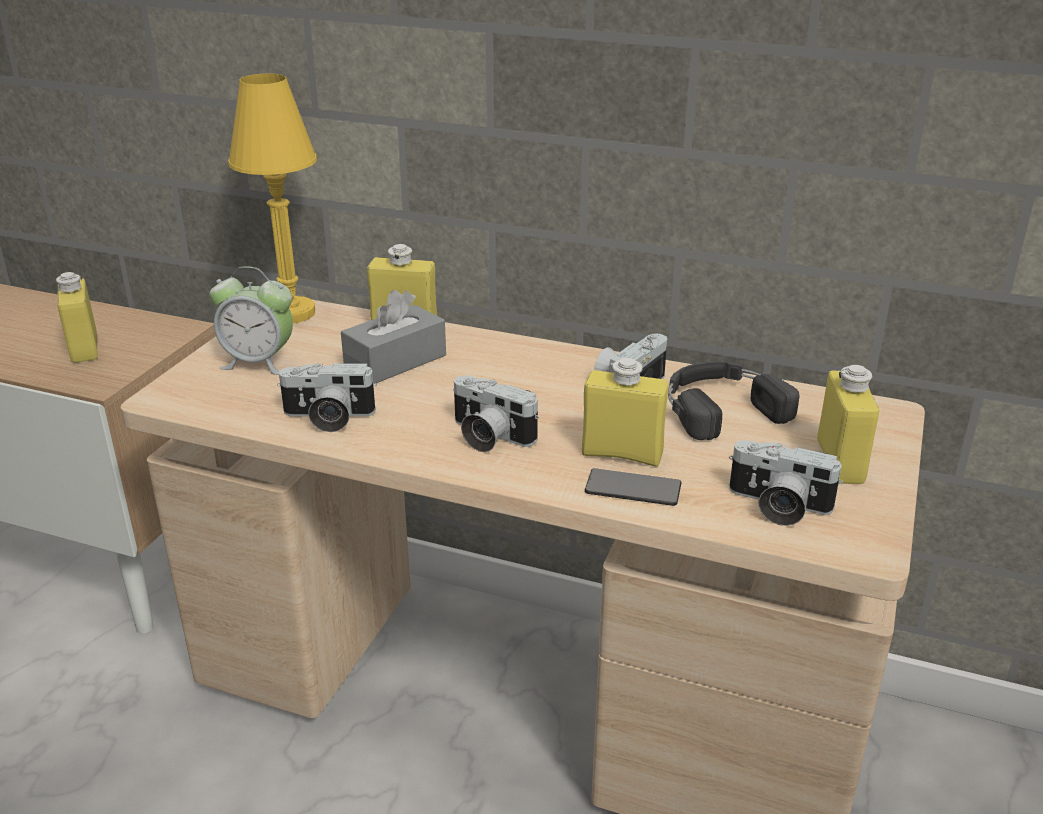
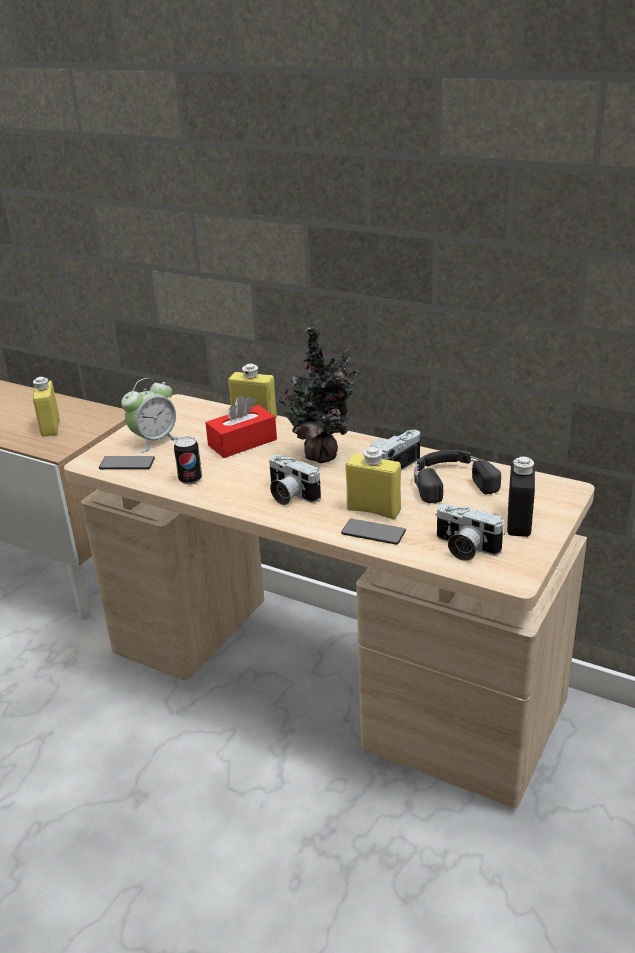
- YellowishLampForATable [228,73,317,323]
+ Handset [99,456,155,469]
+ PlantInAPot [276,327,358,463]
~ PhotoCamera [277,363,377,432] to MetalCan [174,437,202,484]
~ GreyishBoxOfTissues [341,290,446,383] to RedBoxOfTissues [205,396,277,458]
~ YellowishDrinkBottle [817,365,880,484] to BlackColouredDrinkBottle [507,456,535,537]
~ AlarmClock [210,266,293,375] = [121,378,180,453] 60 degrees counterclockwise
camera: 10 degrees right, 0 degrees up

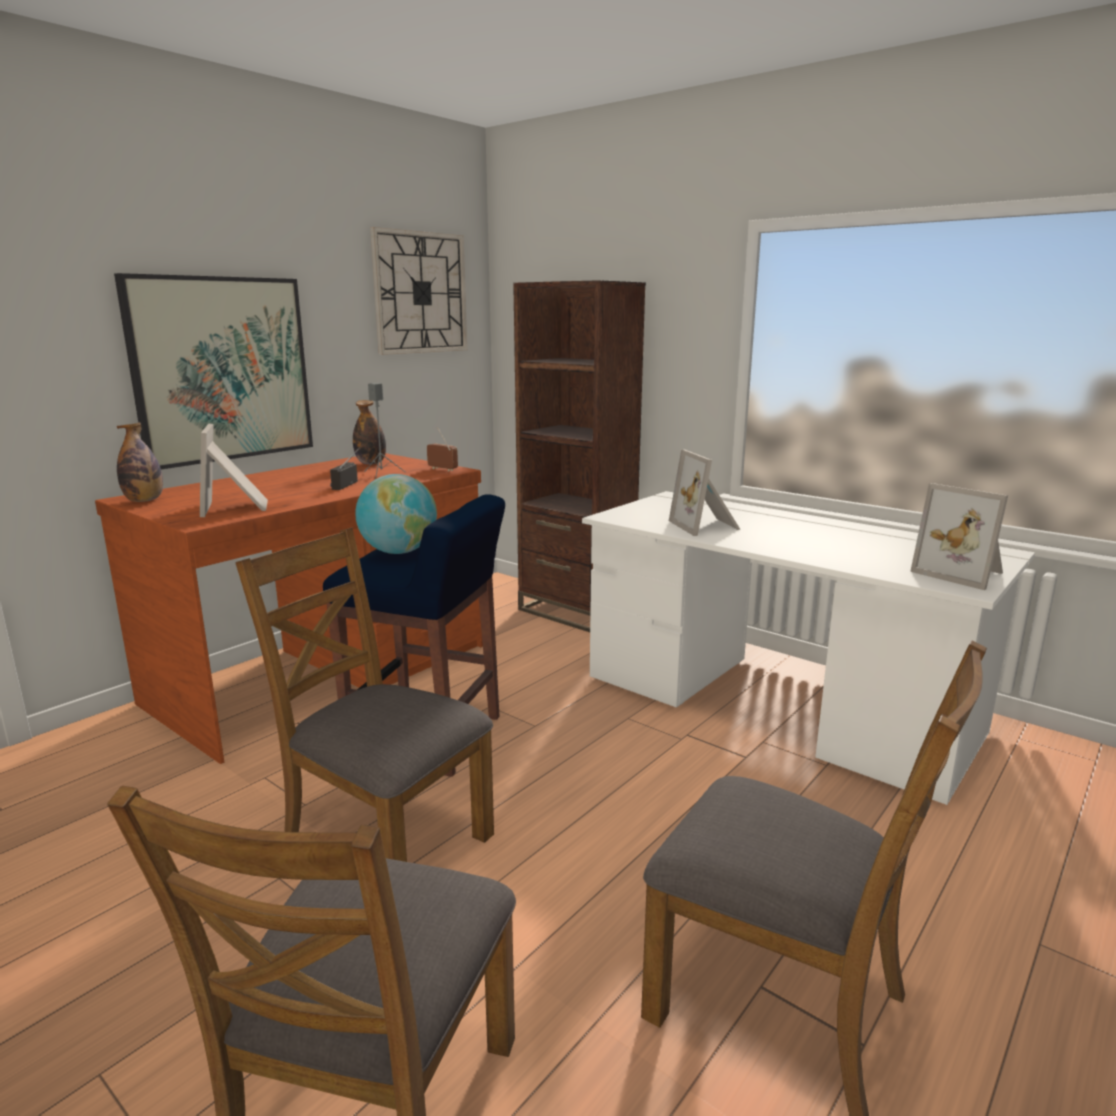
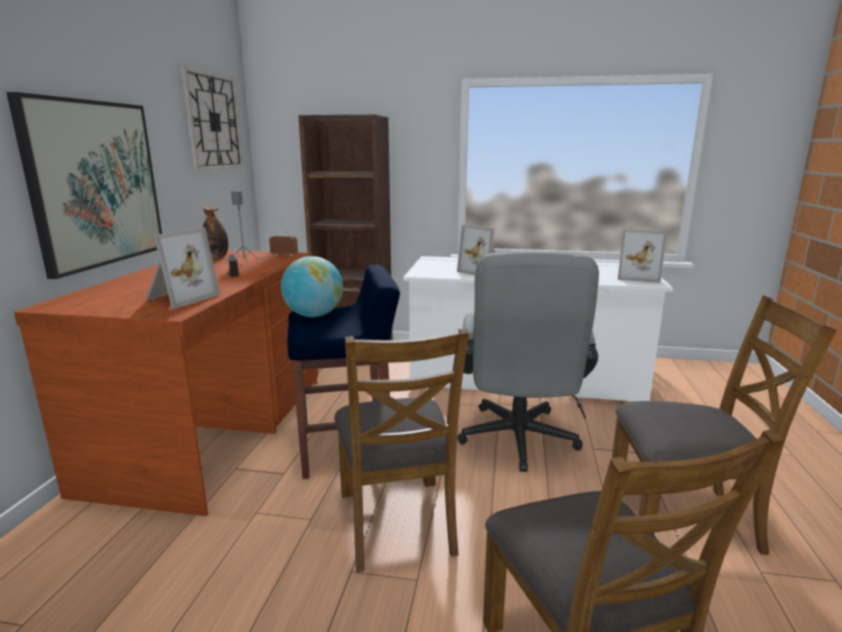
- DrinkBottle [117,422,163,502]
+ GreyishComputerChair [457,251,599,472]
~ StandingFrame [200,424,268,517] = [146,227,220,309] 105 degrees counterclockwise
~ BrownishUprightChair [235,527,494,862] = [334,328,469,572] 105 degrees counterclockwise
camera: 30 degrees left, 0 degrees up

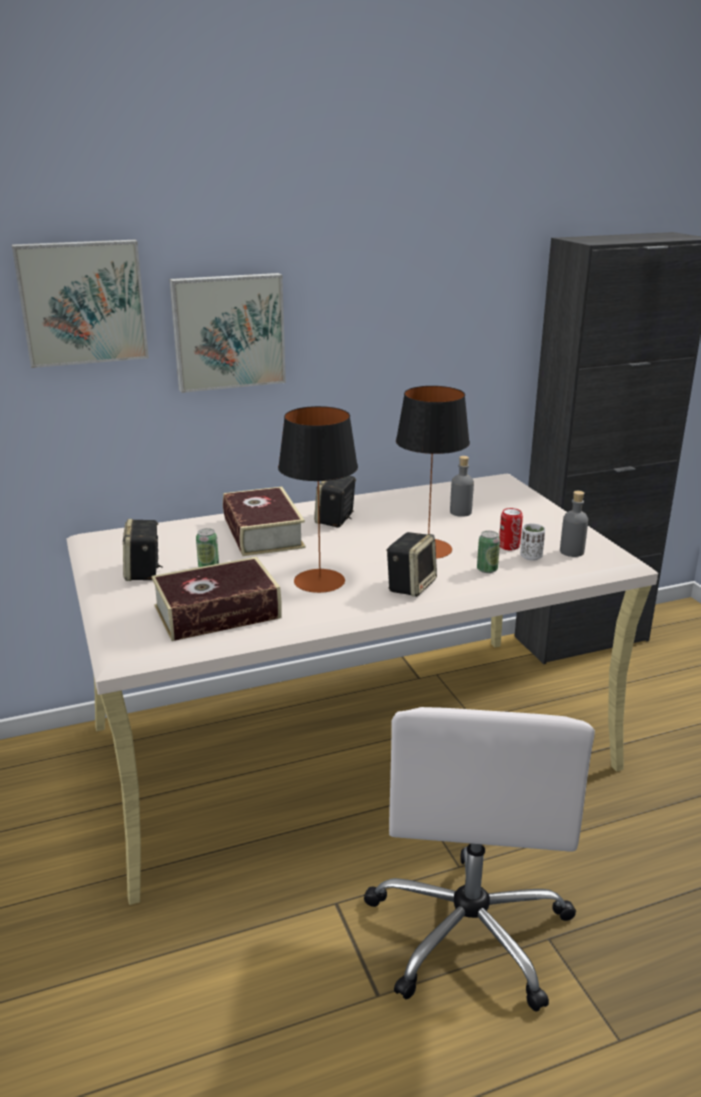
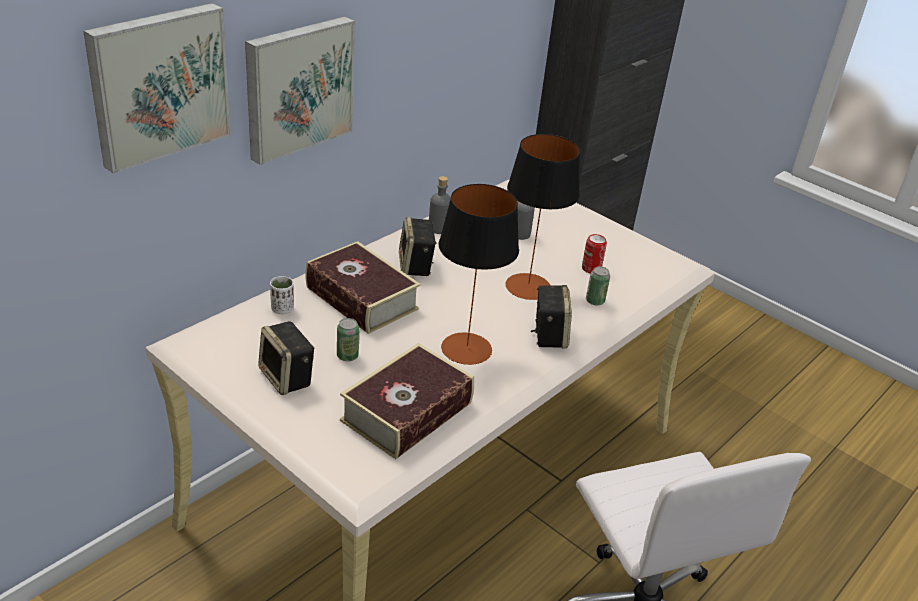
~ WhitishSmallCup [520,523,545,561] to [270,276,294,314]
~ GreyishDrinkBottle [560,491,588,557] to [429,176,451,234]
camera: 30 degrees left, 10 degrees up

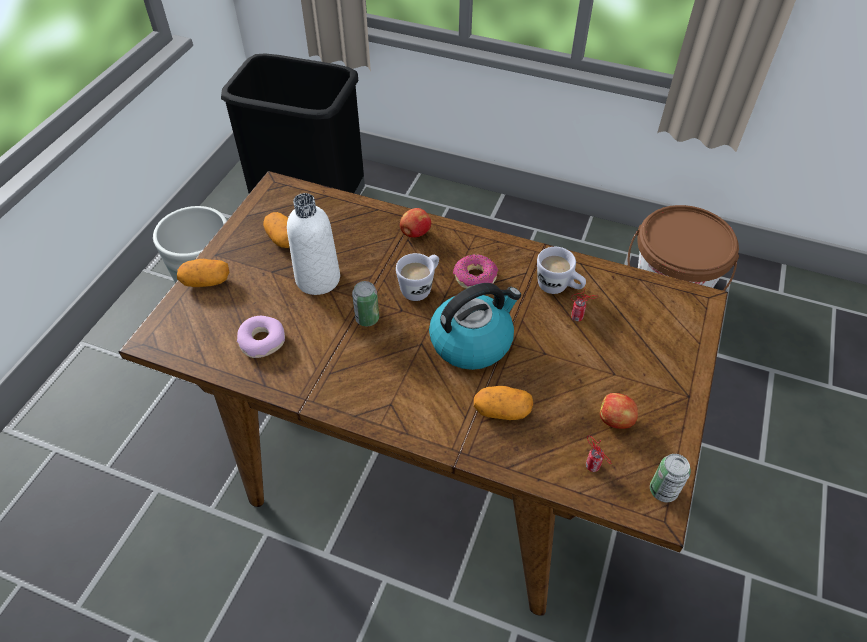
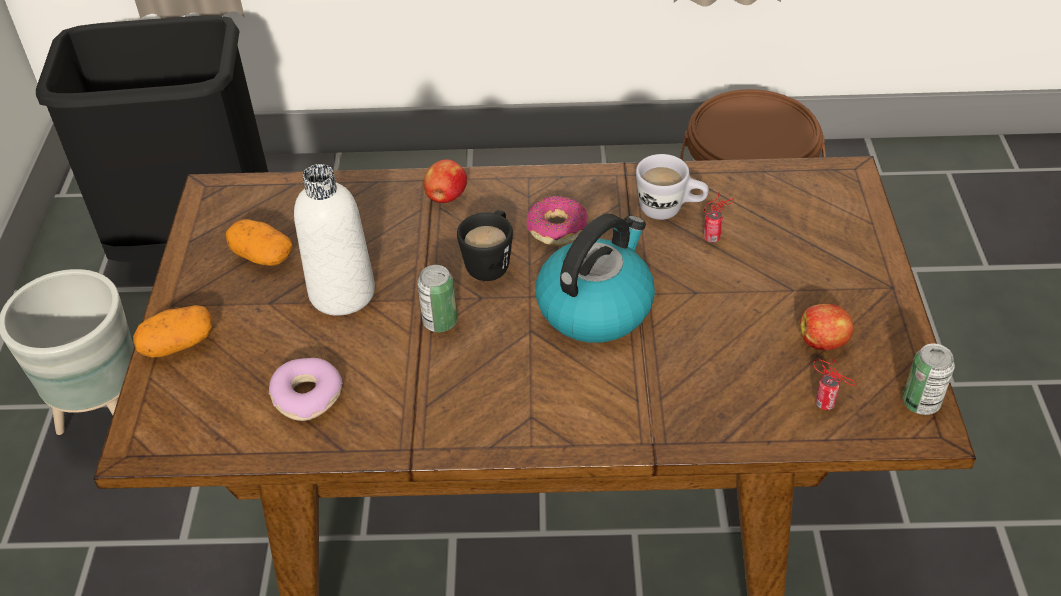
- WholePotato [474,386,533,420]
~ WhitishTeaMug [396,253,439,301] to BlackColouredTeaMug [457,210,513,281]
camera: 20 degrees left, 5 degrees down

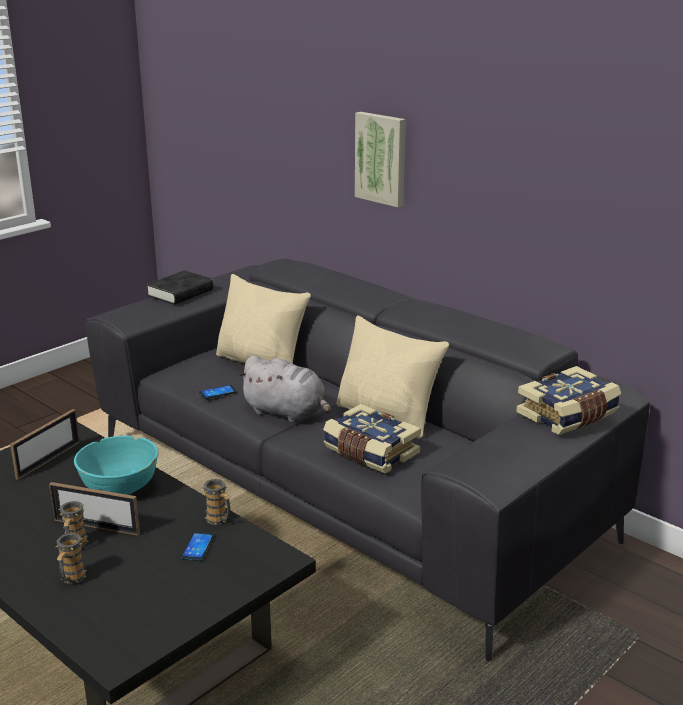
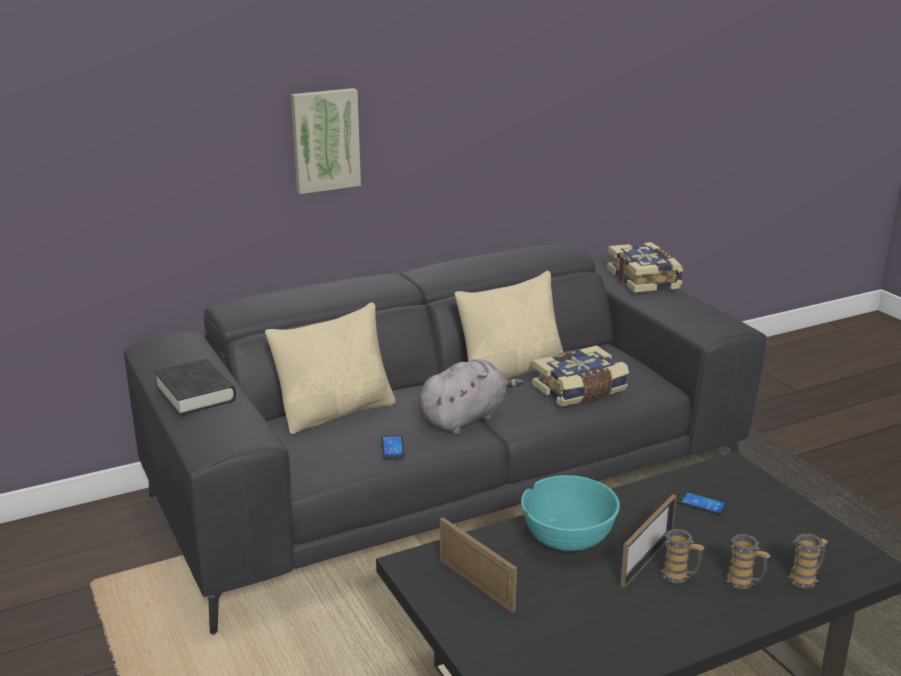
~ TeaMug [202,479,231,525] to [788,533,828,588]
camera: 70 degrees left, 0 degrees up

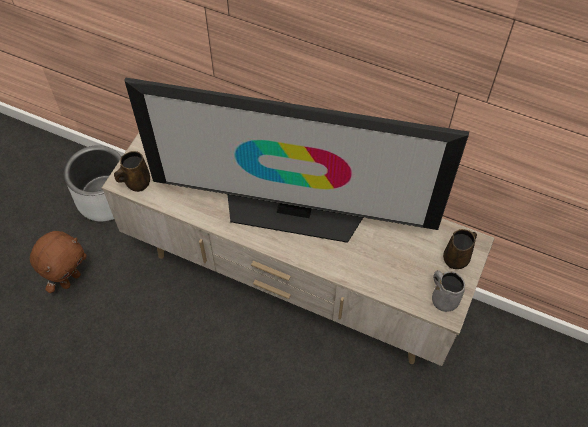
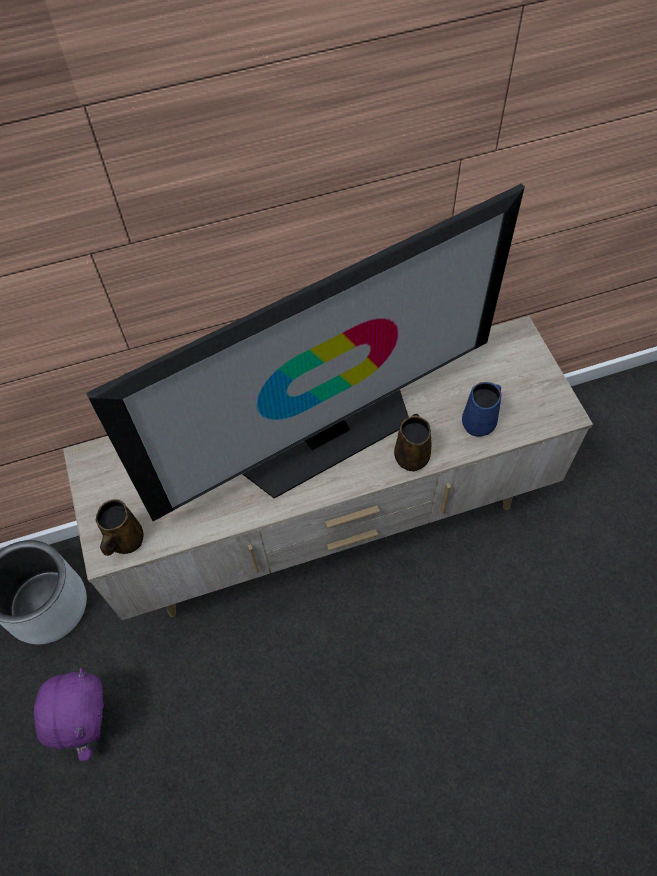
- GreyishTeaMug [432,270,465,312]
+ BlueTeaMug [462,382,502,437]
~ BrownishTeaMug [443,229,477,269] to [394,414,431,471]
~ BrownishPlushToy [30,231,87,293] to PurpleColouredPlushToy [34,668,104,761]
camera: 40 degrees left, 0 degrees up

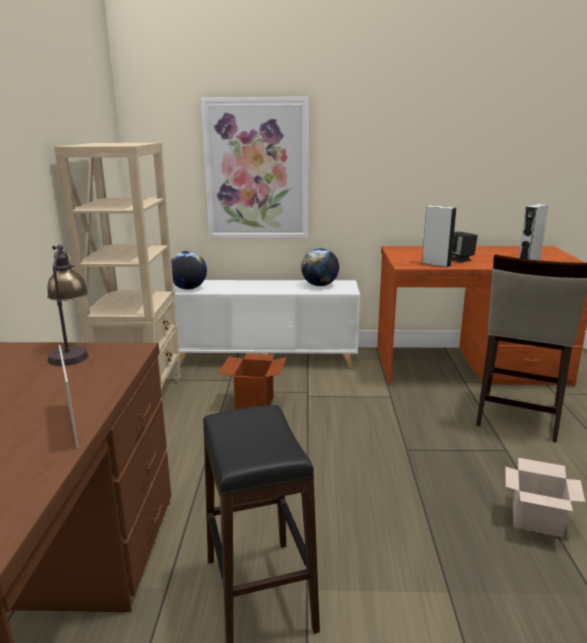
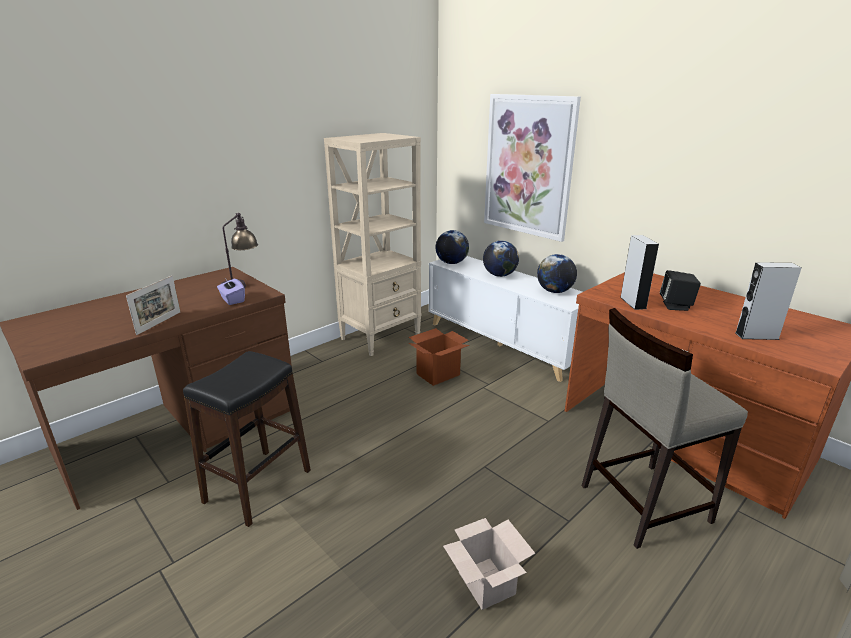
+ PurpleColouredBoxOfTissues [217,278,245,305]
+ WorldGlobe [483,241,519,277]
camera: 45 degrees right, 5 degrees up

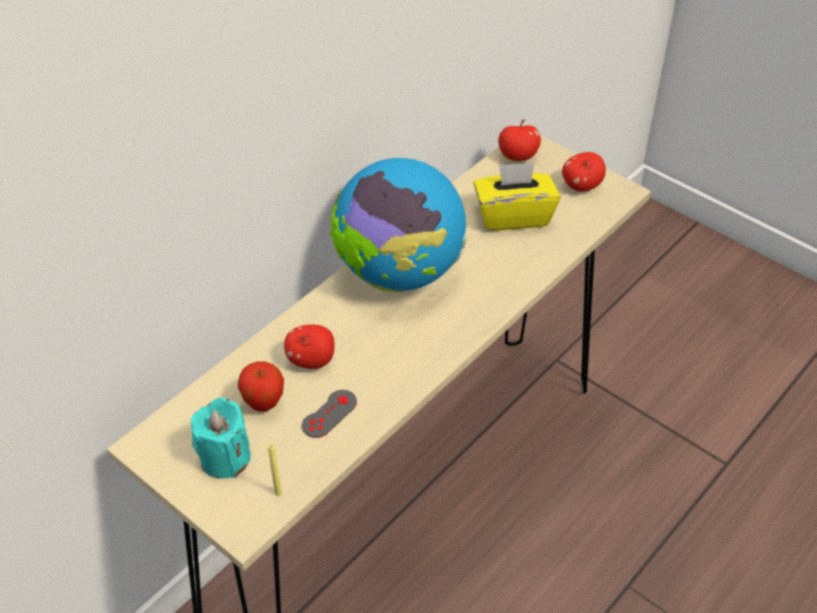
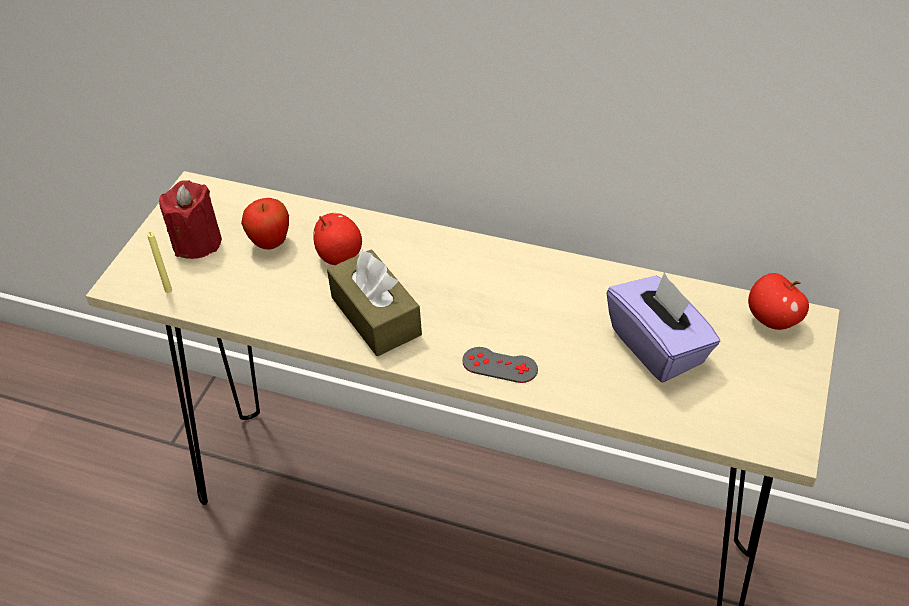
- WorldGlobe [330,158,467,292]
- Apple [562,152,606,191]
+ BrownishBoxOfTissues [327,249,422,356]
~ GreyishGameController [302,390,357,438] to [462,347,538,383]
~ BlueGreenWaxCandle [191,398,251,479] to RedWaxCandle [159,180,222,259]
~ YellowishBoxOfTissues [473,163,560,231] to PurpleColouredBoxOfTissues [607,272,720,382]
camera: 70 degrees right, 0 degrees up

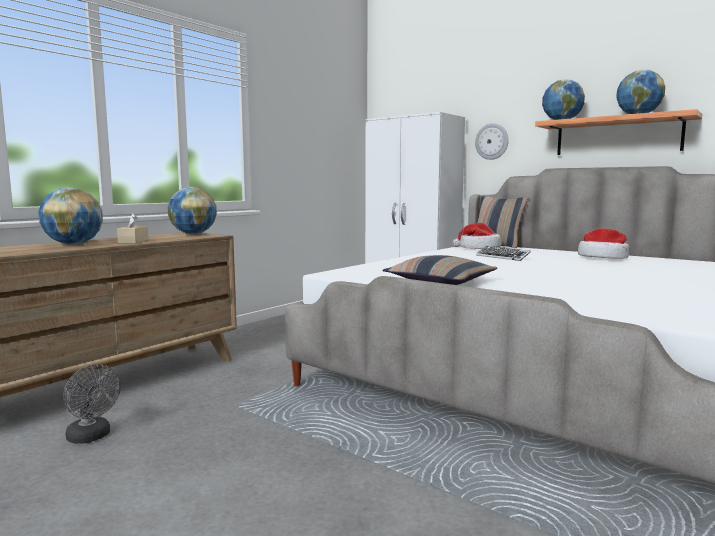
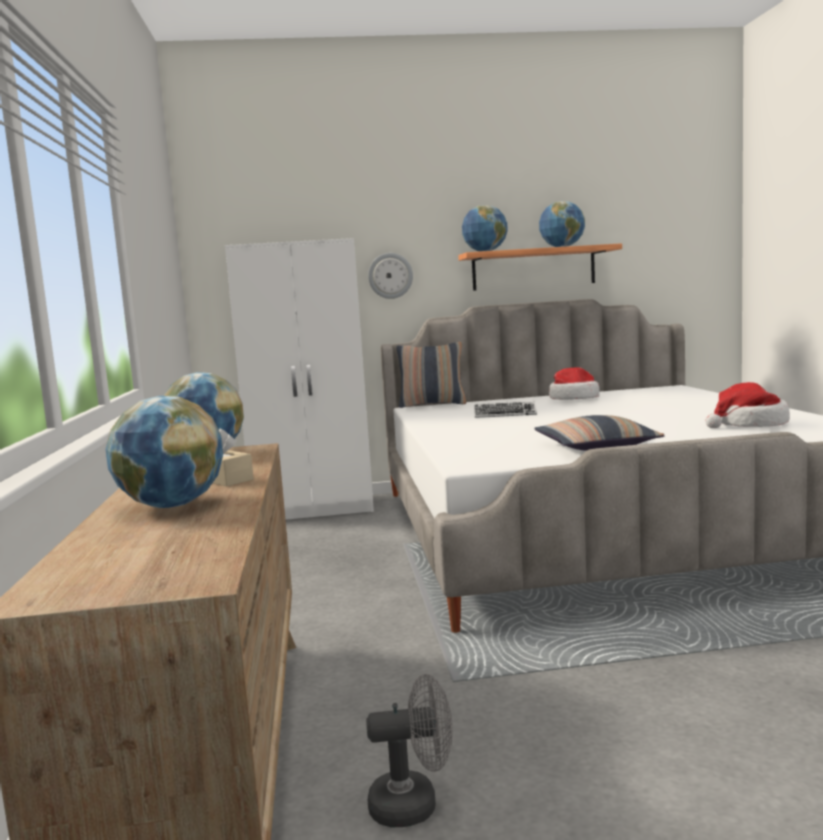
~ Hat [452,223,501,249] to [706,382,790,428]
camera: 45 degrees left, 0 degrees up

